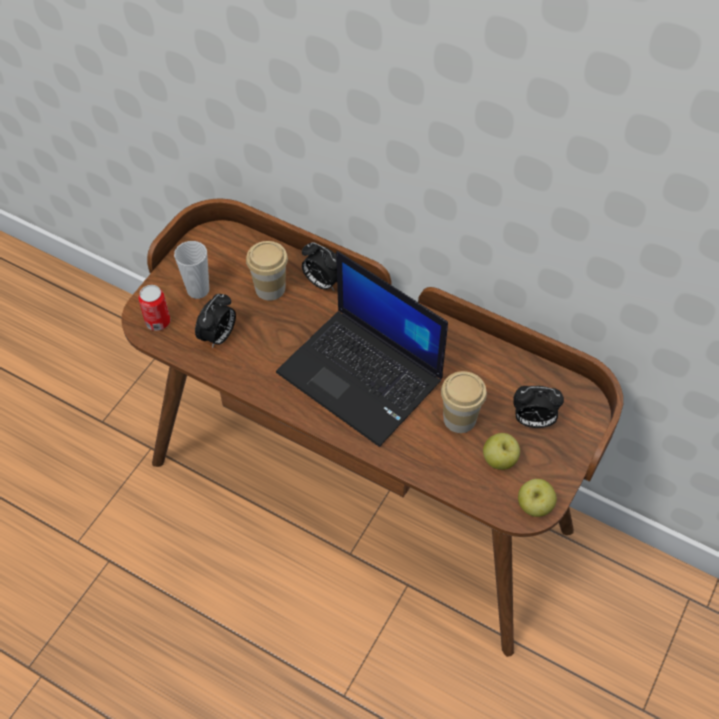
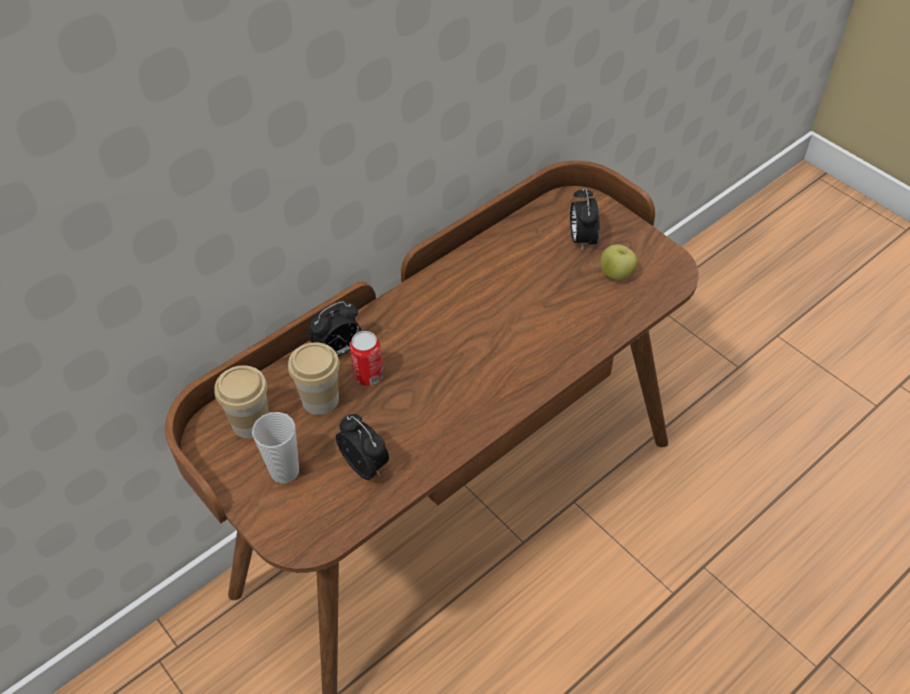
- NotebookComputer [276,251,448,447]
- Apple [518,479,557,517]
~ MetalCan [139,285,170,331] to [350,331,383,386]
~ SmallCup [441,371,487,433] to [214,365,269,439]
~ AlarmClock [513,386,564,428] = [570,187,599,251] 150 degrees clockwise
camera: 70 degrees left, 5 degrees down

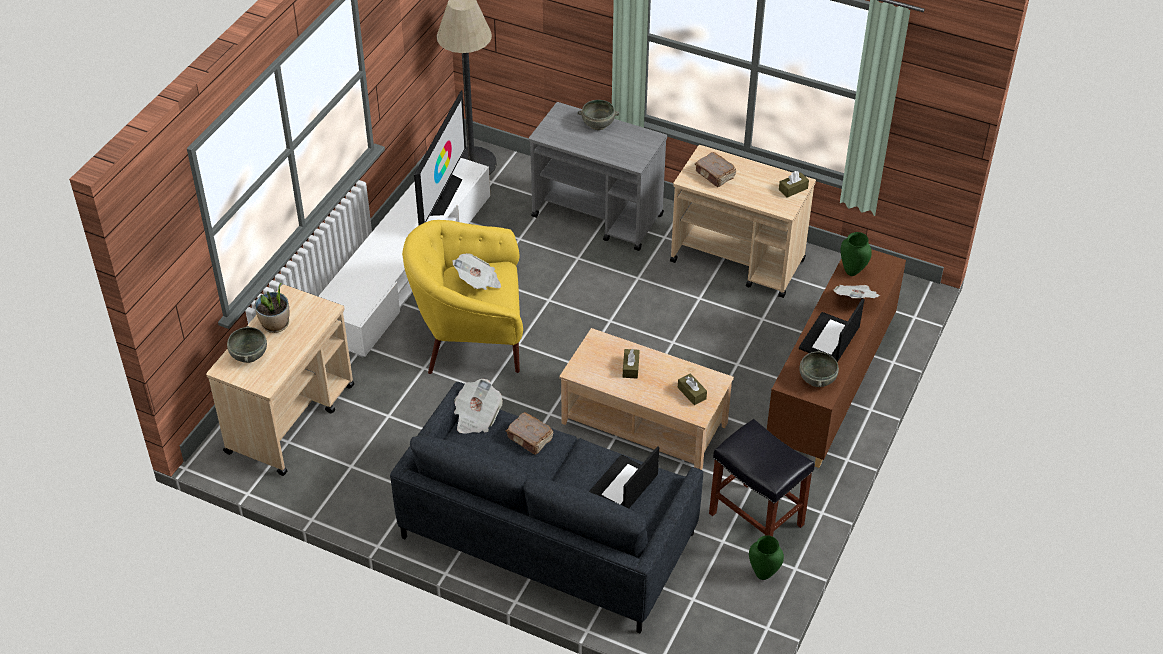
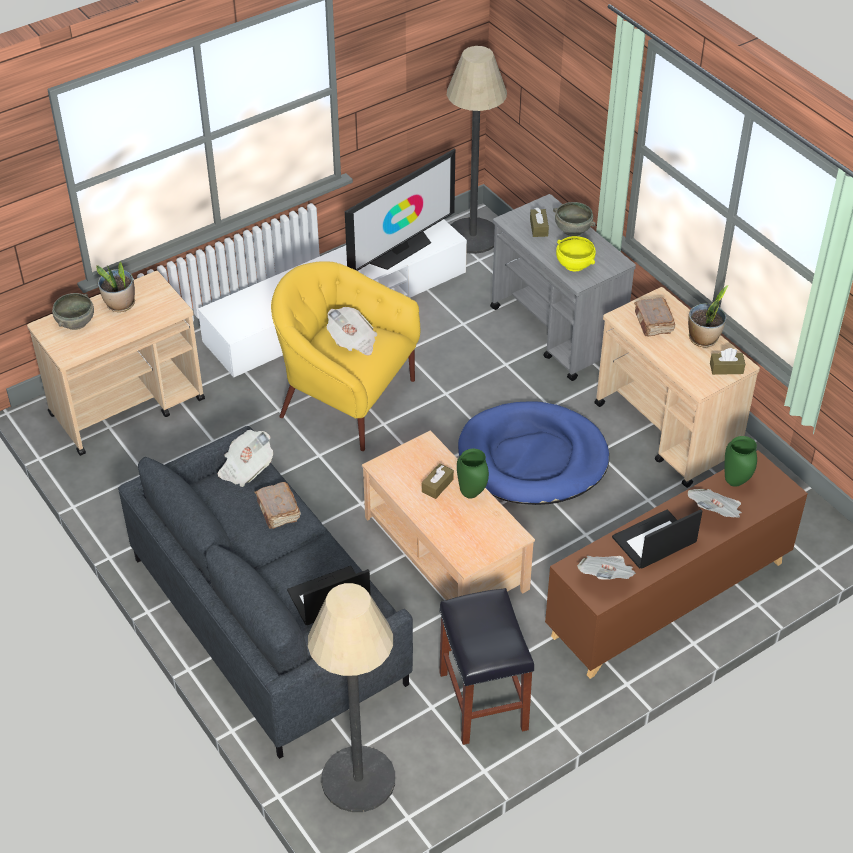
+ StandardLamp [308,583,395,812]
+ BlueDogBed [458,401,609,505]
+ YellowishServingBowl [556,236,596,271]
+ PlantInAPot [688,285,729,347]
~ BrownishBoxOfTissues [678,373,707,405] to [530,207,549,237]
~ GreenishVase [749,535,784,580] to [457,449,489,499]
~ GreyishServingBowl [799,350,839,387] to Newspaper [577,556,636,580]
camera: 30 degrees right, 0 degrees up

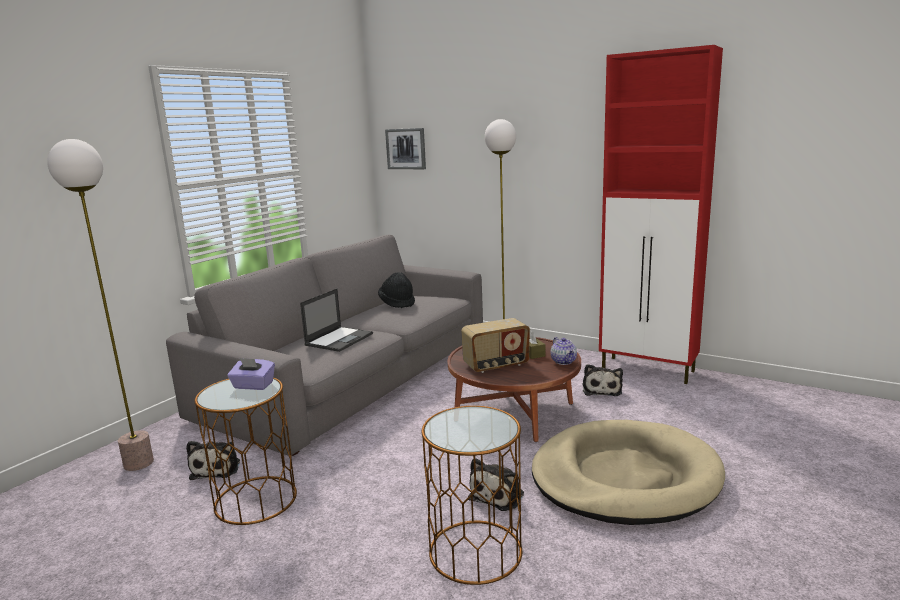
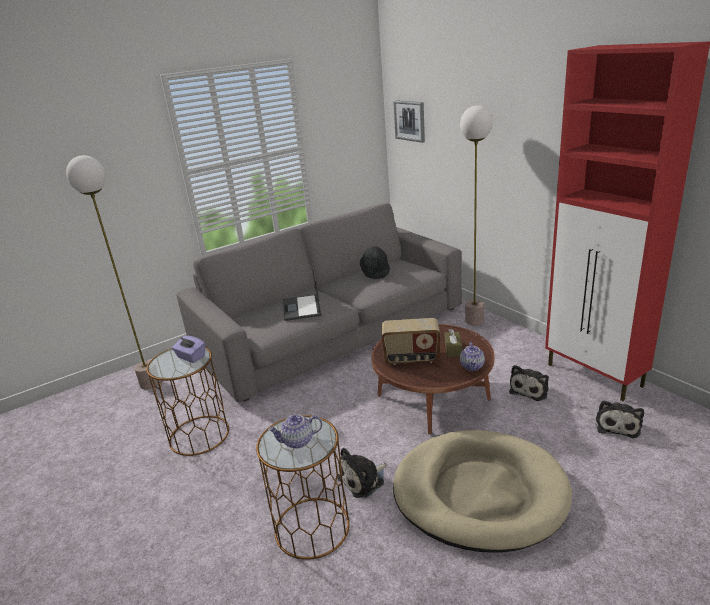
+ TeaPot [268,414,322,449]
~ PlushToy [186,441,240,480] to [595,400,644,438]
~ NotebookComputer [300,288,373,352] = [283,263,321,321] 120 degrees clockwise
camera: 25 degrees right, 10 degrees up

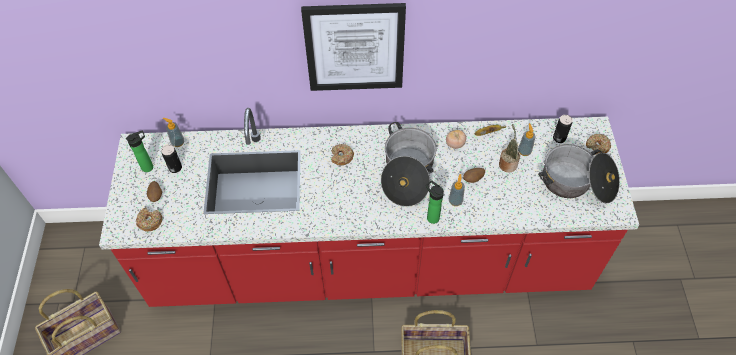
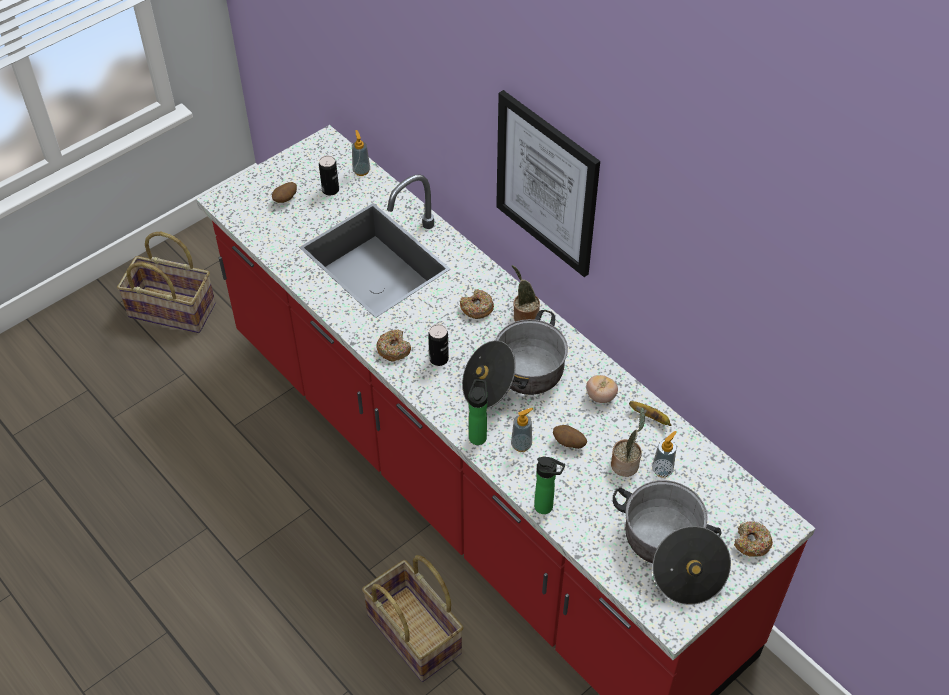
+ PlantInAPot [512,265,540,322]
~ DrinkBottle [126,130,153,172] to [534,457,565,514]
~ Doughnut [135,208,162,232] to [376,330,411,361]
~ MetalCan [553,115,573,143] to [428,324,449,366]
camera: 50 degrees right, 5 degrees down

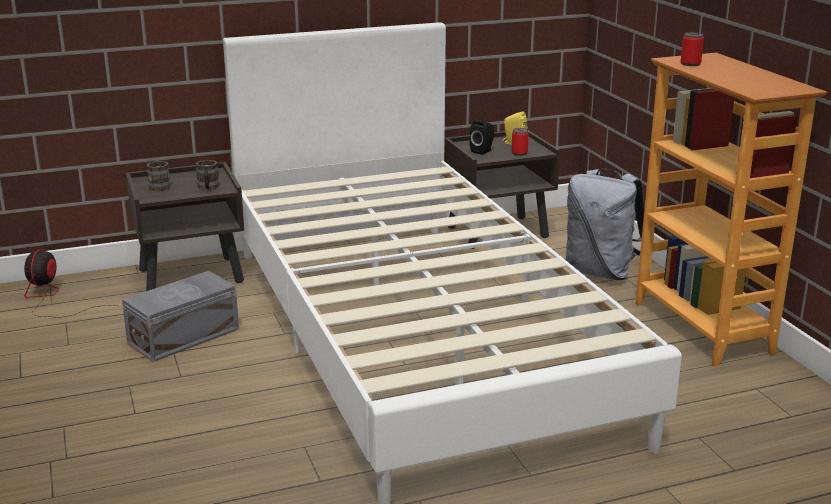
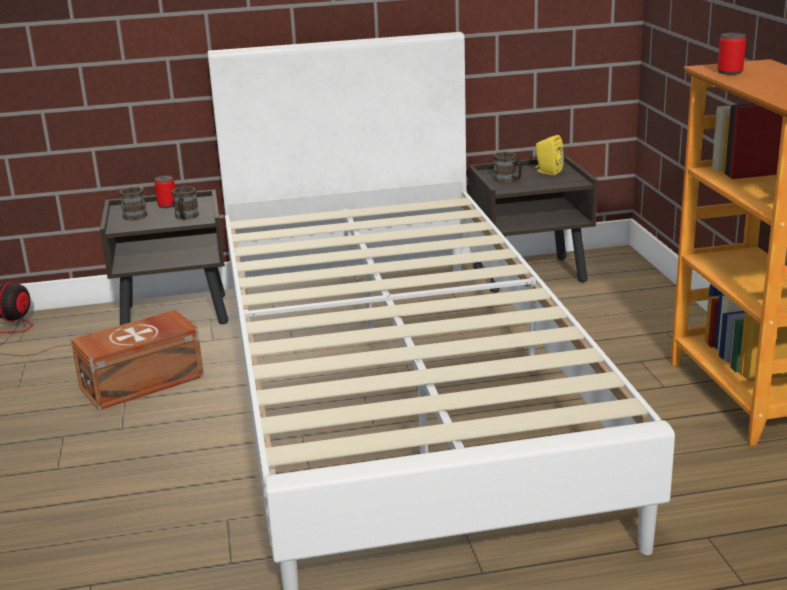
- GreyishKnapsack [566,169,645,280]
~ MetalCan [512,128,529,156] to [155,175,175,208]
~ BlackColouredLoudspeaker [469,120,494,155] to BrownishTeaMug [493,152,522,183]
~ GreyishStorageBox [122,271,239,362] to BrownishStorageBox [71,310,204,410]
camera: 10 degrees right, 0 degrees up

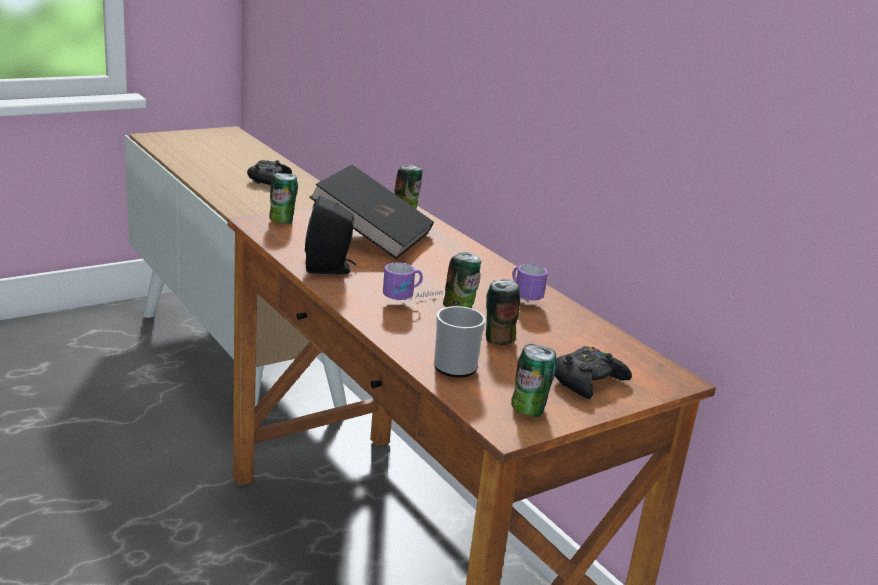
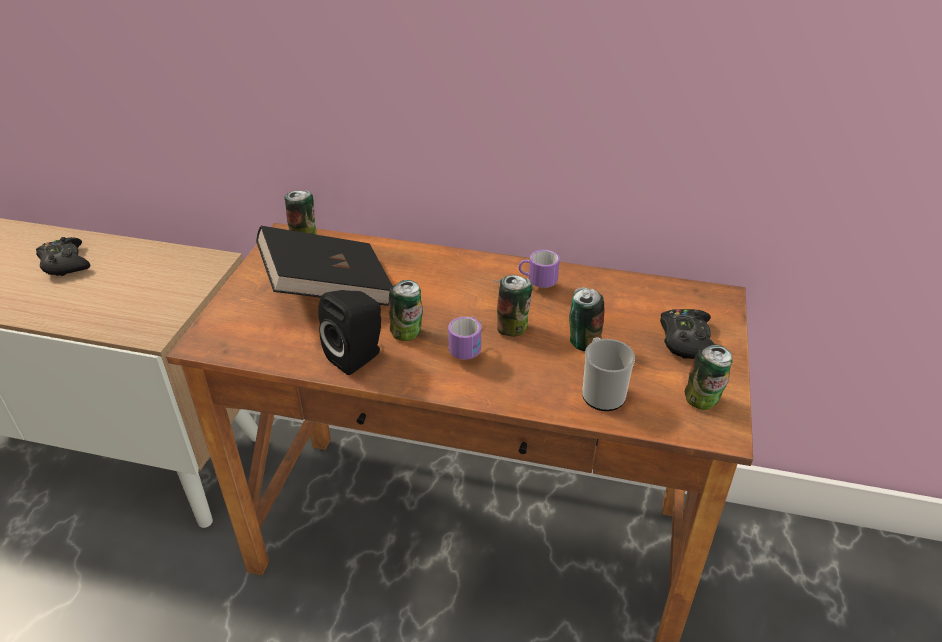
~ MetalCan [269,173,298,223] to [389,280,423,341]
camera: 40 degrees left, 15 degrees up

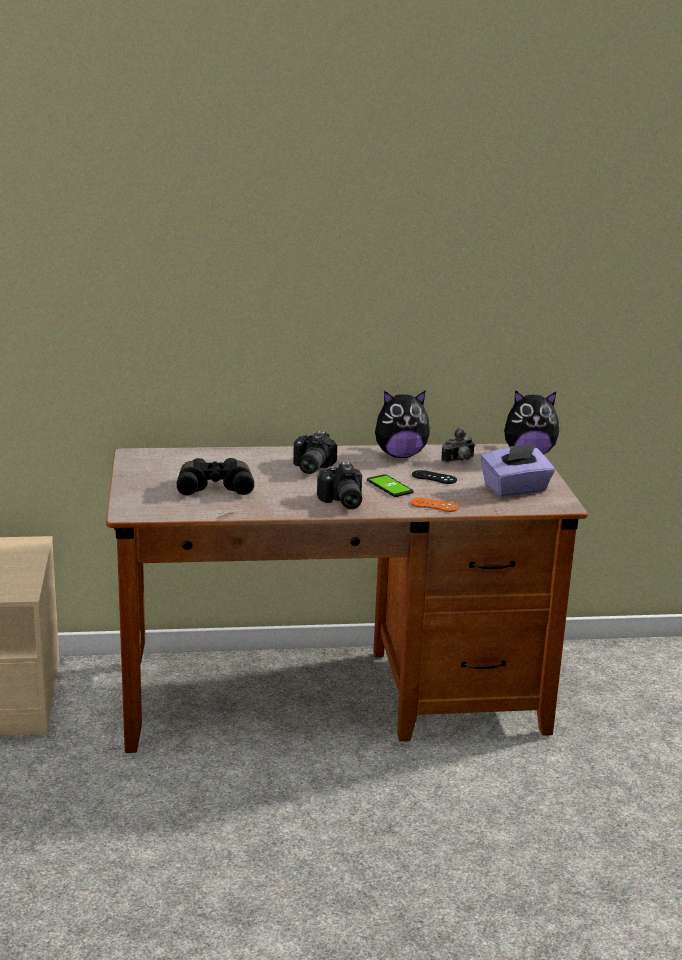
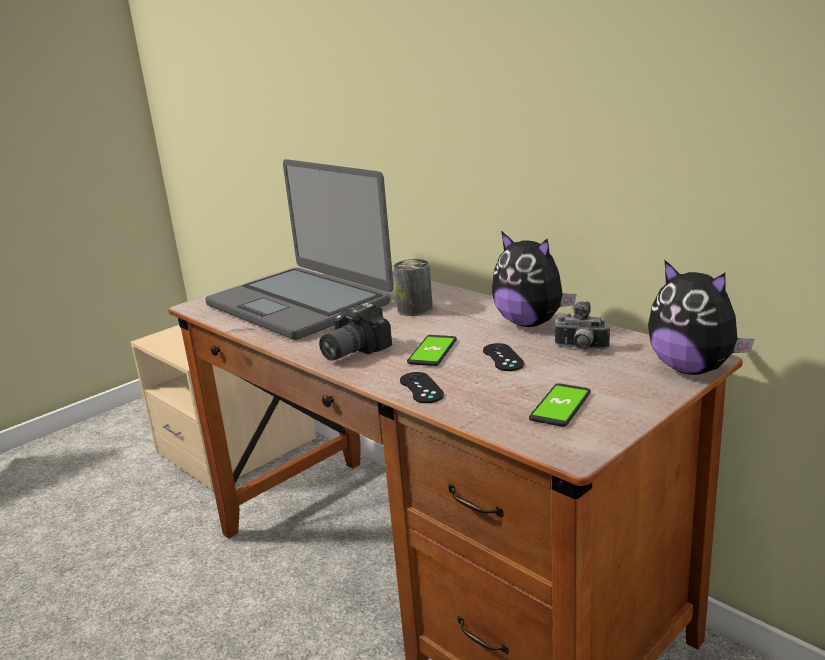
~ BlackColouredPairOfBinoculars [177,458,254,496] to NotebookComputer [205,159,394,340]
~ PhotoCamera [293,431,337,474] to MetalCan [393,259,433,316]
~ PurpleColouredBoxOfTissues [481,444,555,497] to Handset [529,383,591,427]
~ OrangeColouredGameController [411,498,459,512] to BlackColouredGameController [400,372,444,403]
camera: 55 degrees right, 0 degrees up

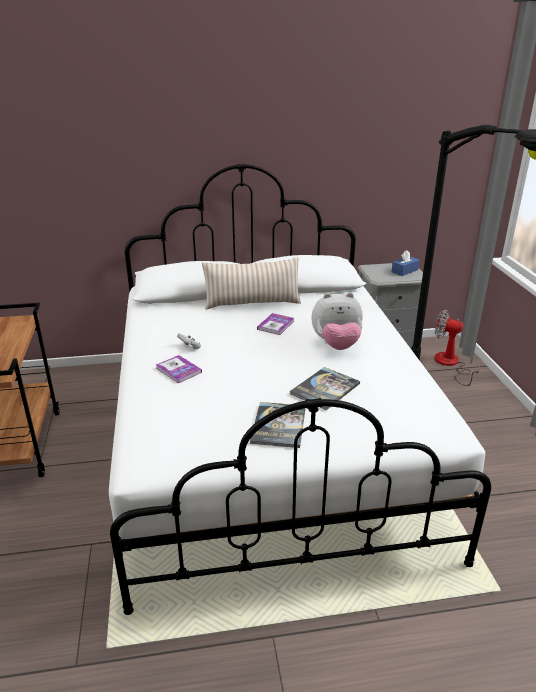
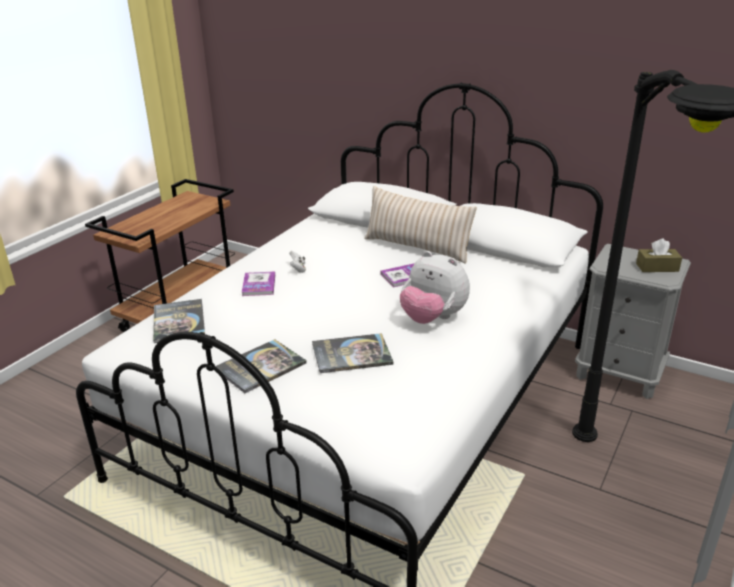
- ElectricFan [434,310,480,386]
+ Book [153,299,205,343]
~ BlueBoxOfTissues [392,250,420,276] to BrownishBoxOfTissues [636,238,682,272]
camera: 40 degrees right, 0 degrees up

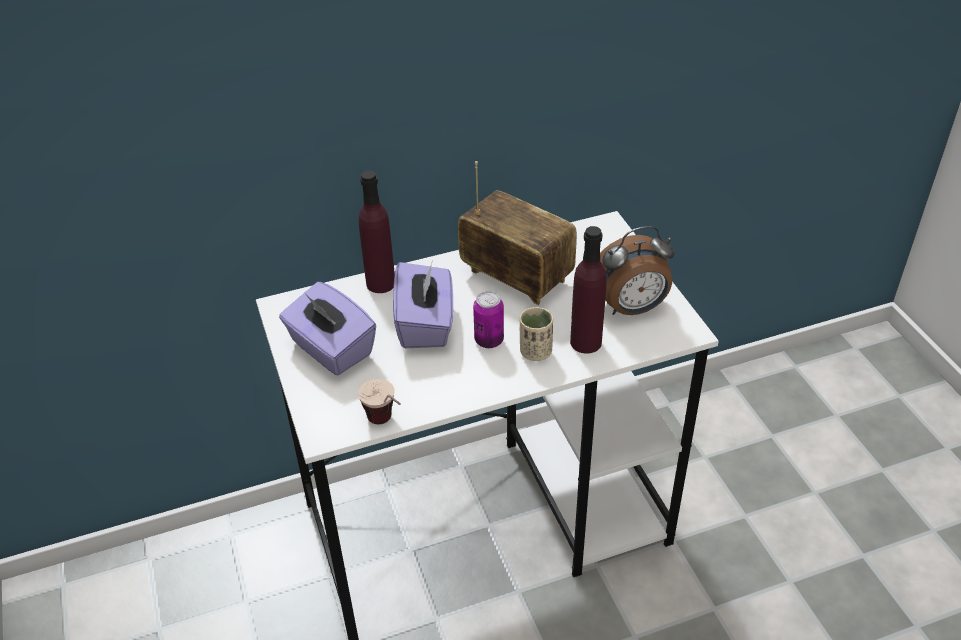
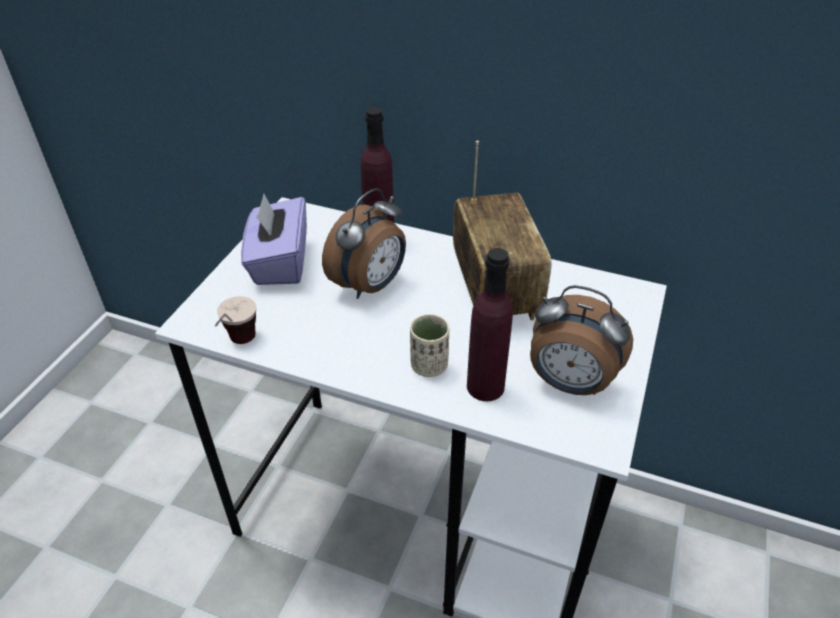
- MetalCan [473,291,504,348]
~ PurpleColouredBoxOfTissues [393,262,453,348] to AlarmClock [322,188,406,299]
camera: 40 degrees right, 0 degrees up

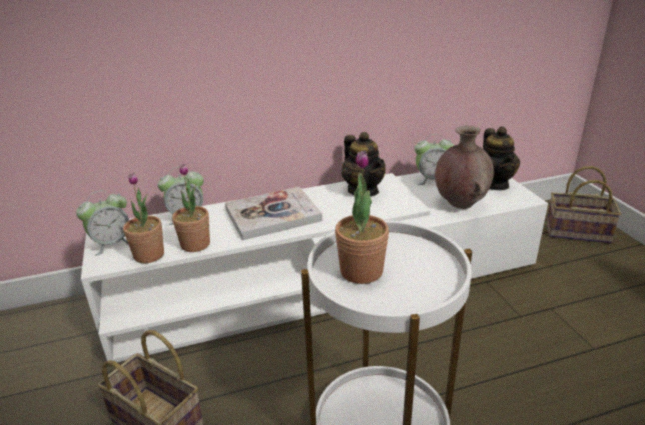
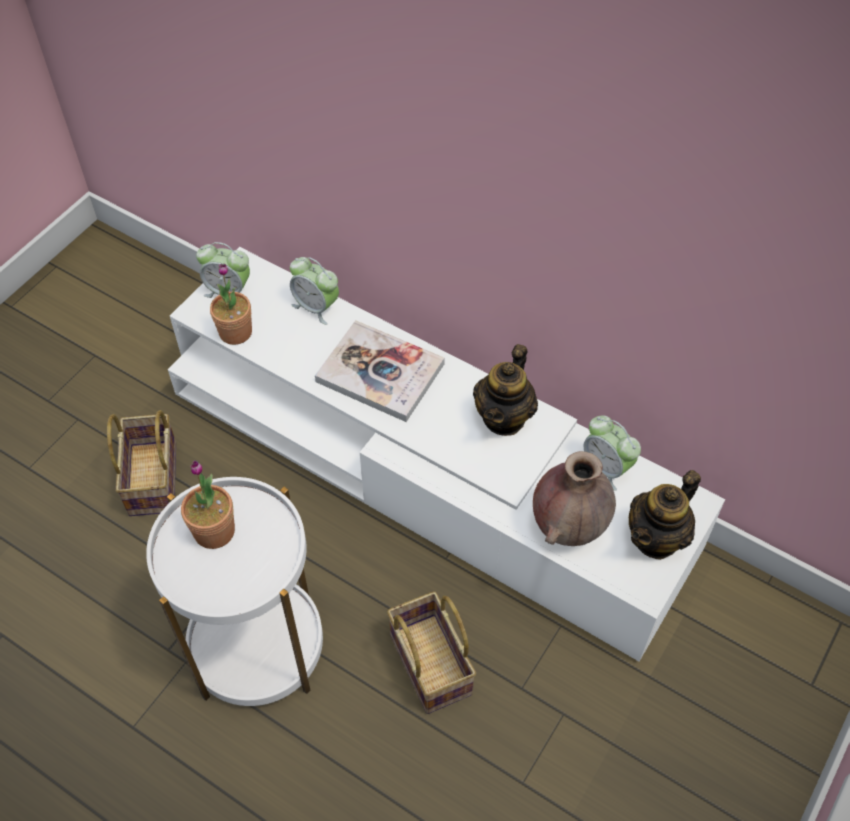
- PlantInAPot [172,164,210,252]
~ Basket [546,166,621,244] to [387,591,476,714]
camera: 50 degrees right, 25 degrees up

